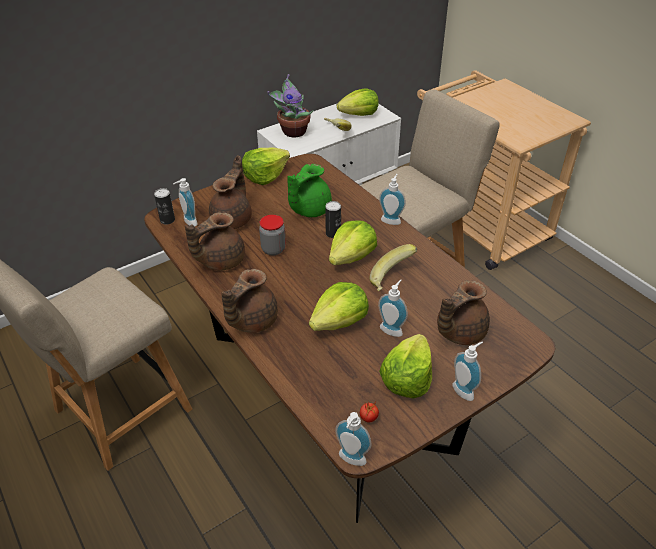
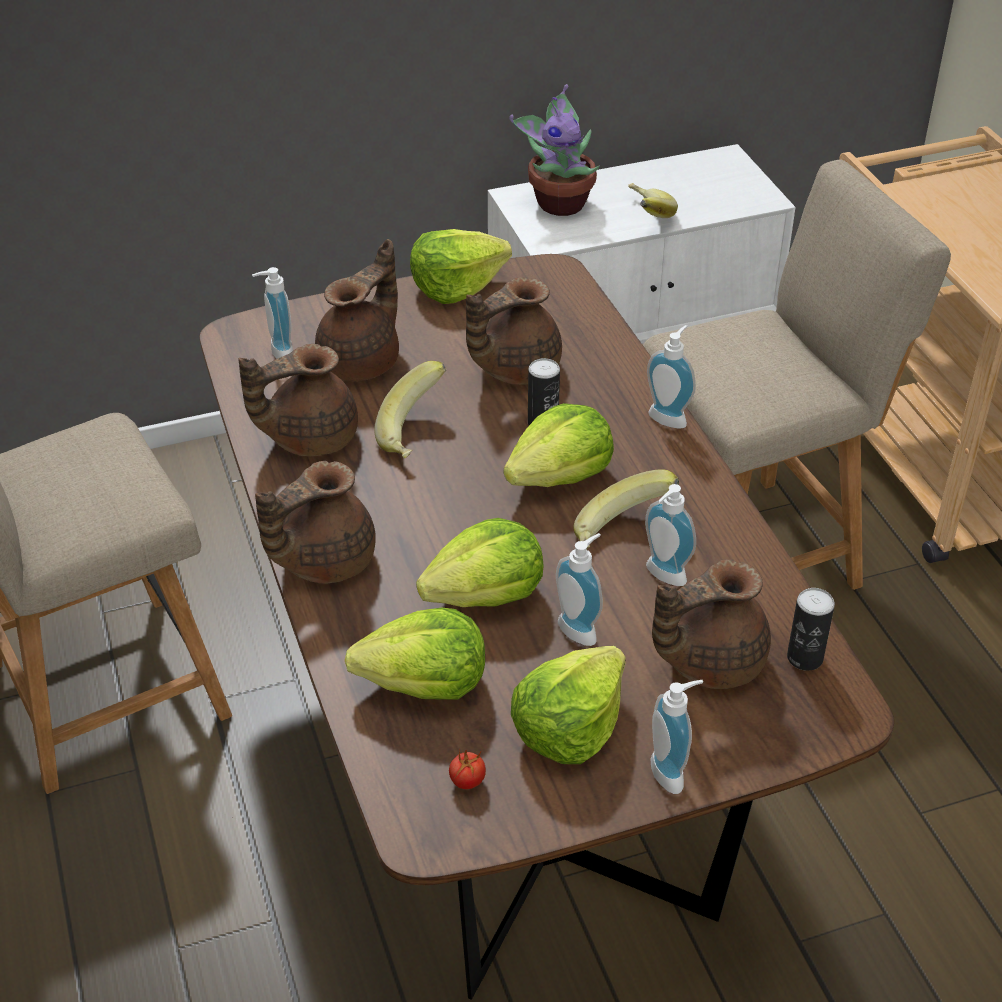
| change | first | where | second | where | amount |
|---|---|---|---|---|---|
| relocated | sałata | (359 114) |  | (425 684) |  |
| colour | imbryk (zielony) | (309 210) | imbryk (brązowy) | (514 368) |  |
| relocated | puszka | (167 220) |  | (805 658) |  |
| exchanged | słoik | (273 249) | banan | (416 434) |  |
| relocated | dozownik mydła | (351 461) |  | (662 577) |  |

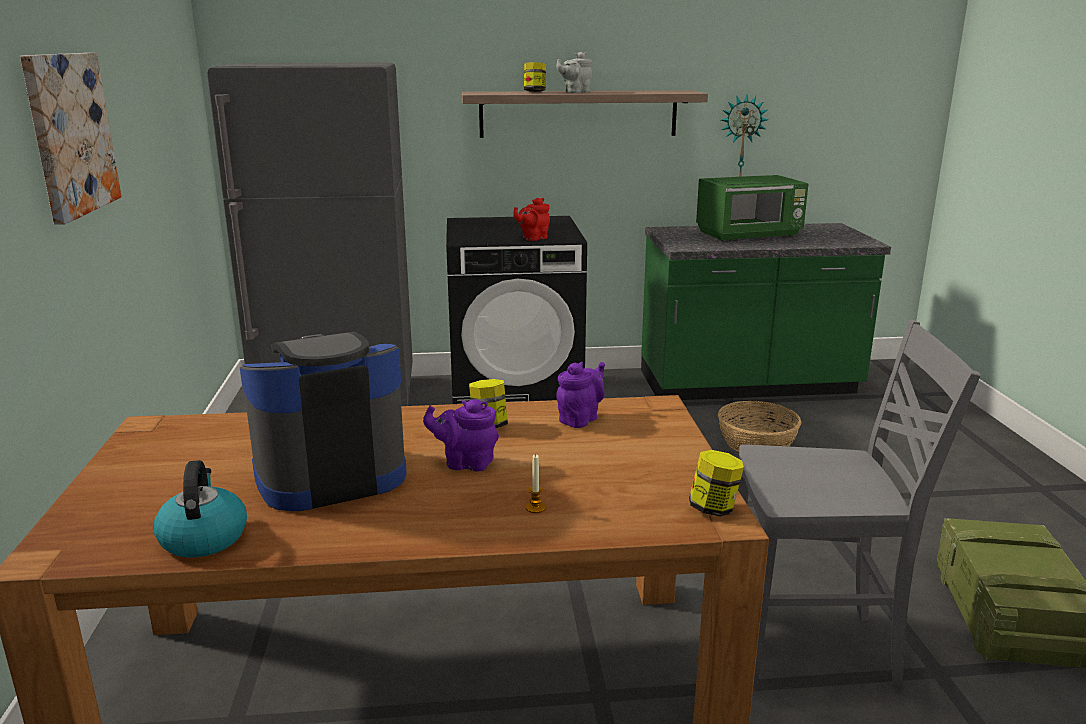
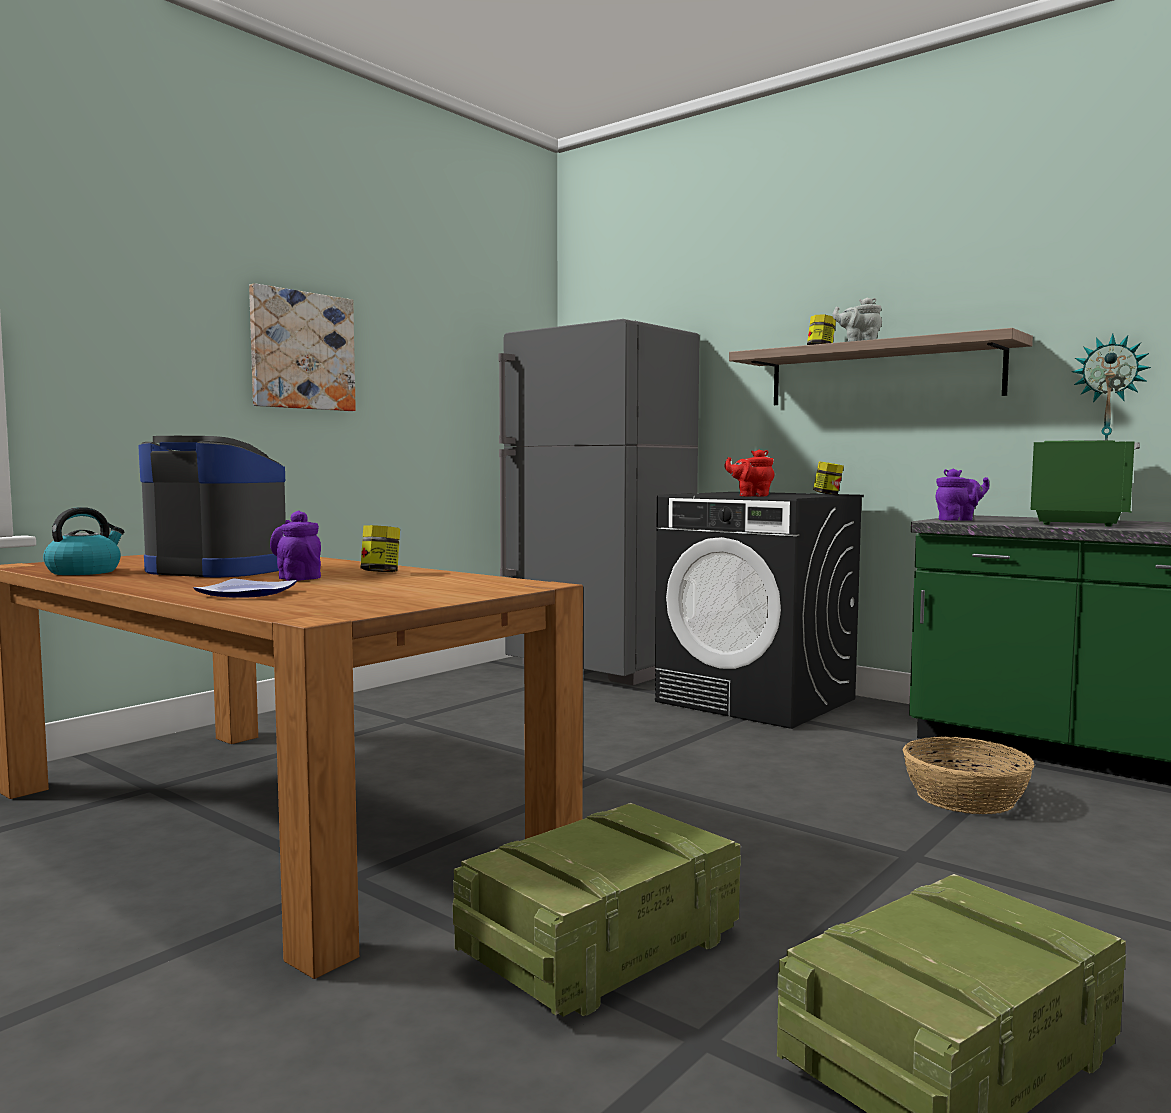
| change | first | where | second | where | amount |
|---|---|---|---|---|---|
| spun | mikrofalówka (zielony) | (749 235) |  | (1081 522) | 90 degrees counterclockwise |
| exchanged | krzesło (szary) | (812 651) | skrzynka | (599 949) |  |
| relocated | imbryk (fioletowy) | (580 419) |  | (958 520) |  |
| relocated | słoik | (713 509) |  | (827 494) |  |
| exchanged | świeca | (535 508) | talerz | (246 593) |  |

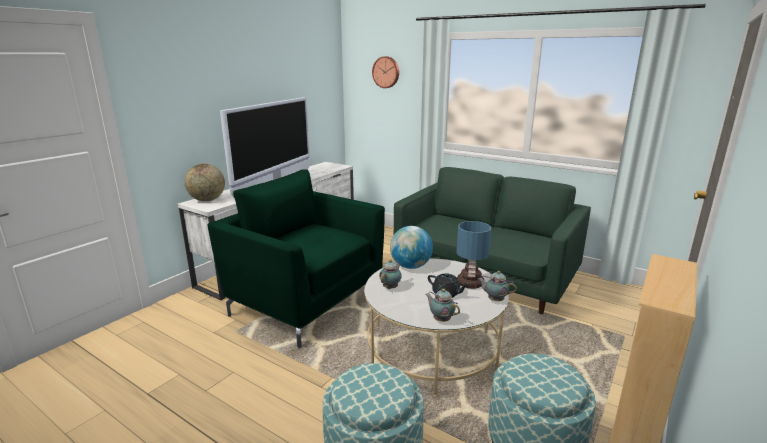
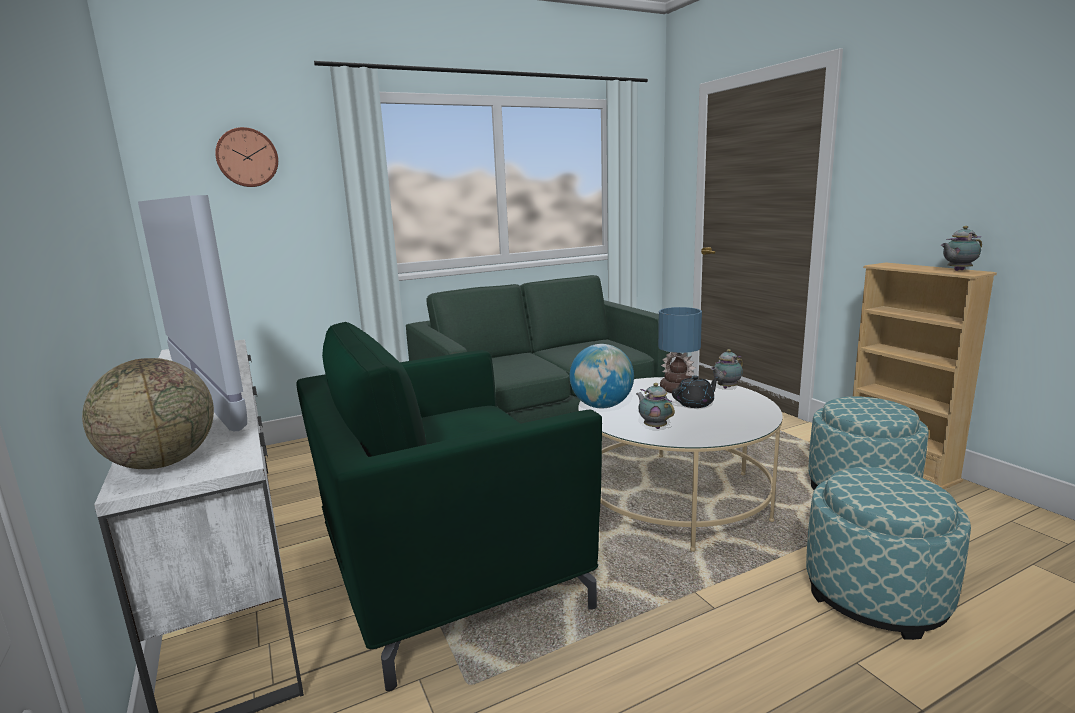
| change | first | where | second | where | amount |
|---|---|---|---|---|---|
| relocated | imbryk | (441 319) |  | (957 270) |  |

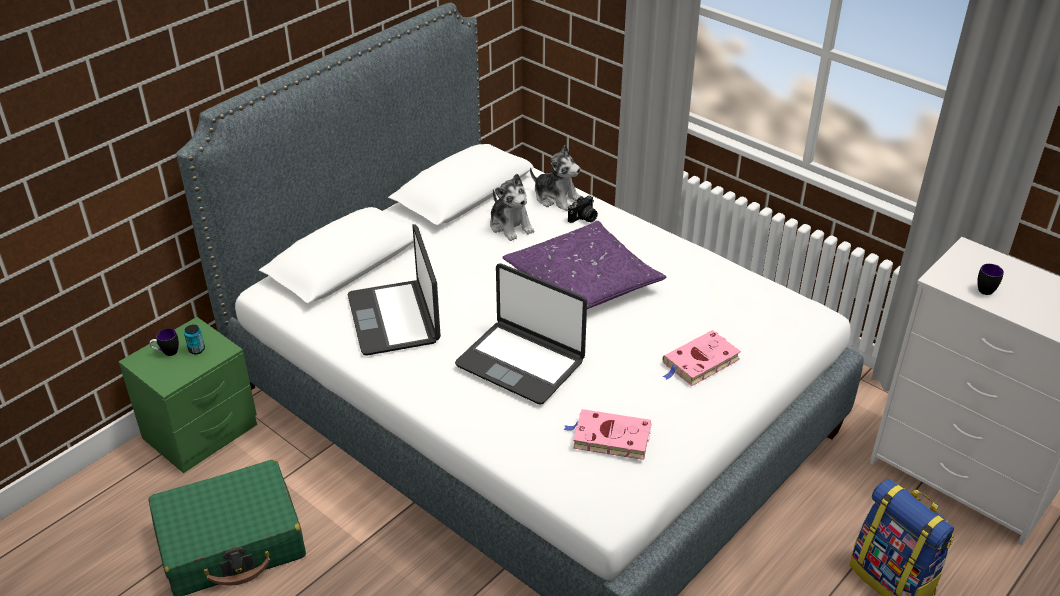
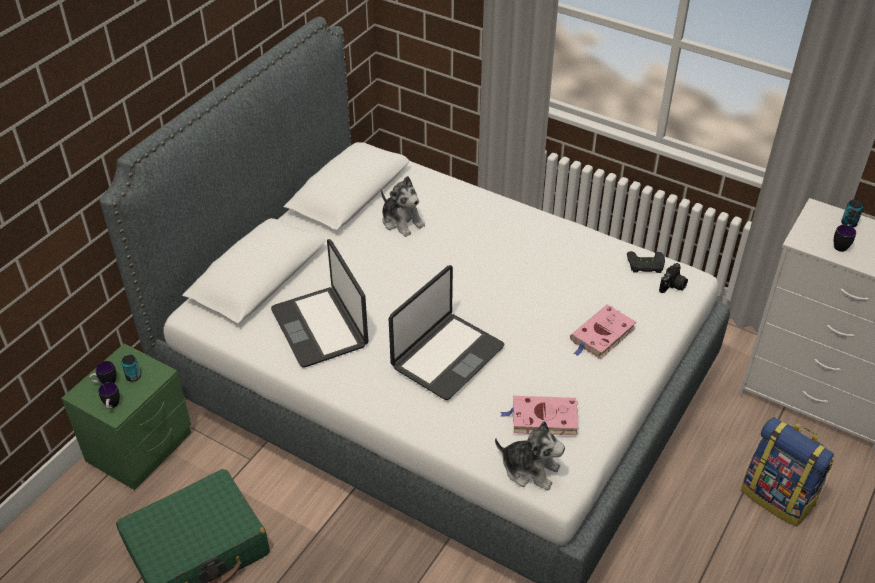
| change | first | where | second | where | amount |
|---|---|---|---|---|---|
| relocated | pluszak | (556 198) |  | (530 469) |  |
| relocated | aparat fotograficzny | (583 218) |  | (673 286) |  |
| missing | poduszka (fioletowy) | (582 282) |  |  |  |
| spun | laptop | (521 362) |  | (446 356) | 75 degrees counterclockwise |
| appeared |  |  | puszka | (848 223) |  |
| appeared |  |  | pad do gier (czarny) | (645 266) |  |
| appeared |  |  | kubek | (112 406) |  |

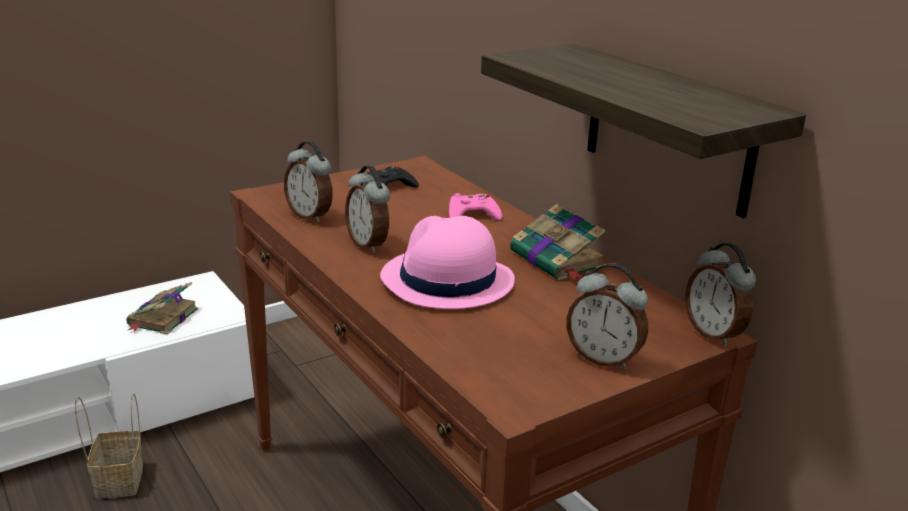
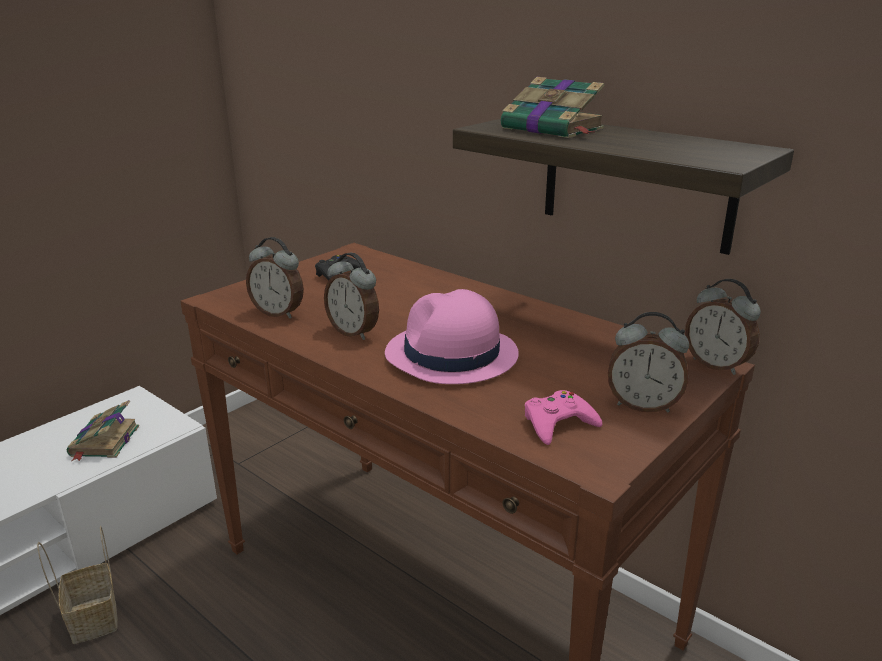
| change | first | where | second | where | amount |
|---|---|---|---|---|---|
| relocated | pad do gier (różowy) | (472 215) |  | (558 423) |  |
| relocated | książka | (558 260) |  | (553 129) |  |

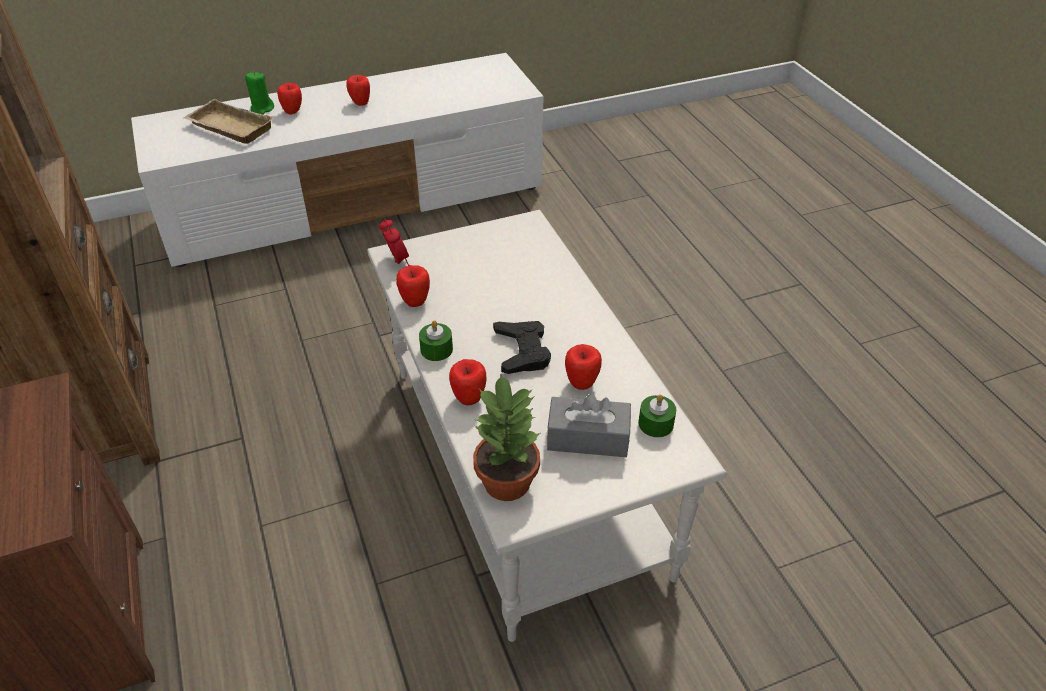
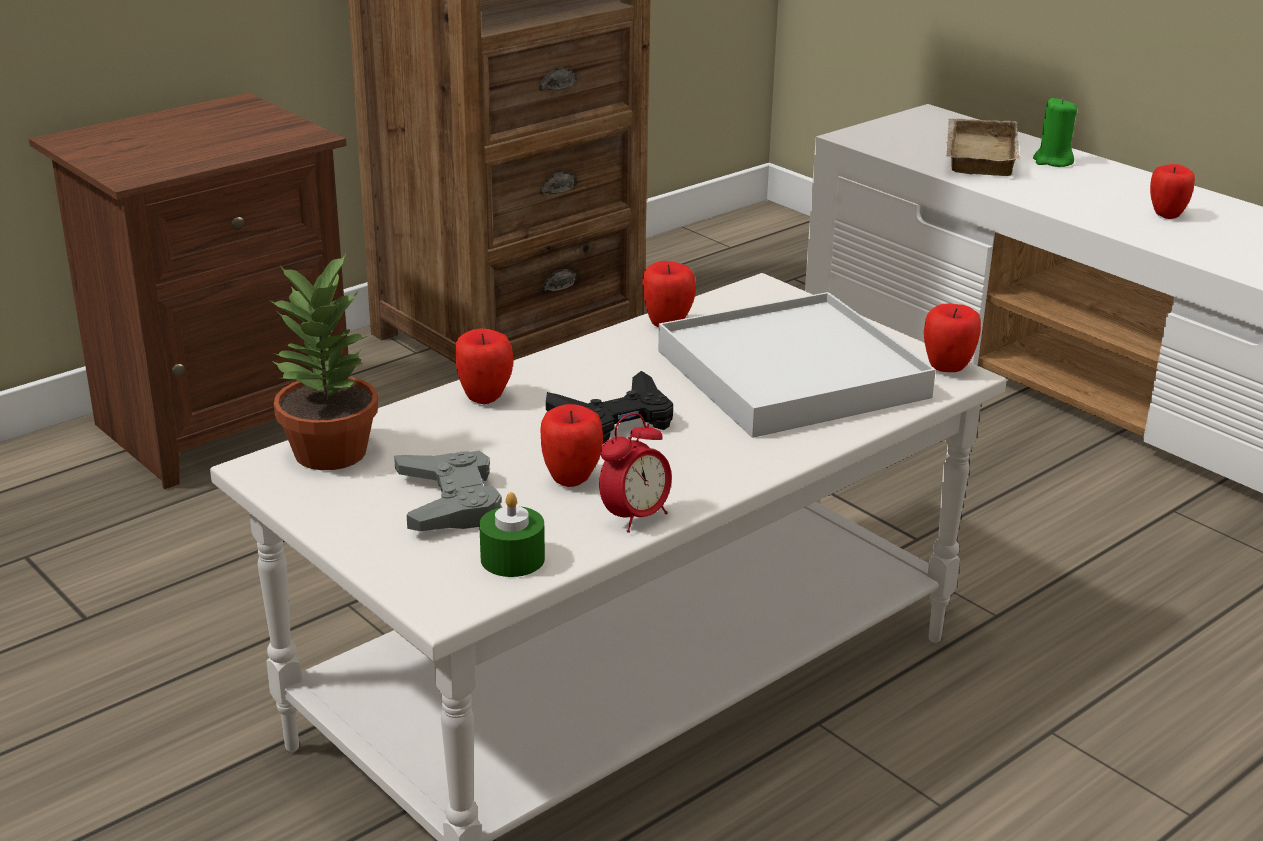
| change | first | where | second | where | amount |
|---|---|---|---|---|---|
| relocated | jabłko | (293 112) |  | (947 369) |  |
| relocated | budzik | (397 261) |  | (635 517) |  |
| missing | świeca (zielony) | (436 349) |  |  |  |
| exchanged | pudełko chusteczek (szary) | (588 438) | pad do gier (szary) | (449 502) |  |
| appeared |  |  | taca (biały) | (792 374) |  |

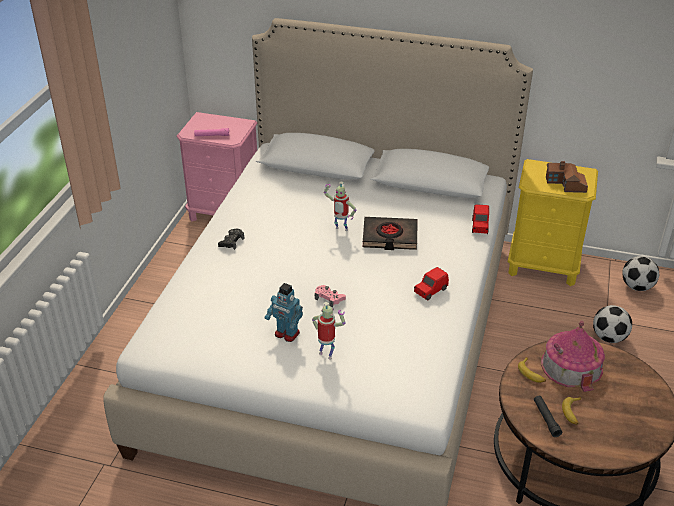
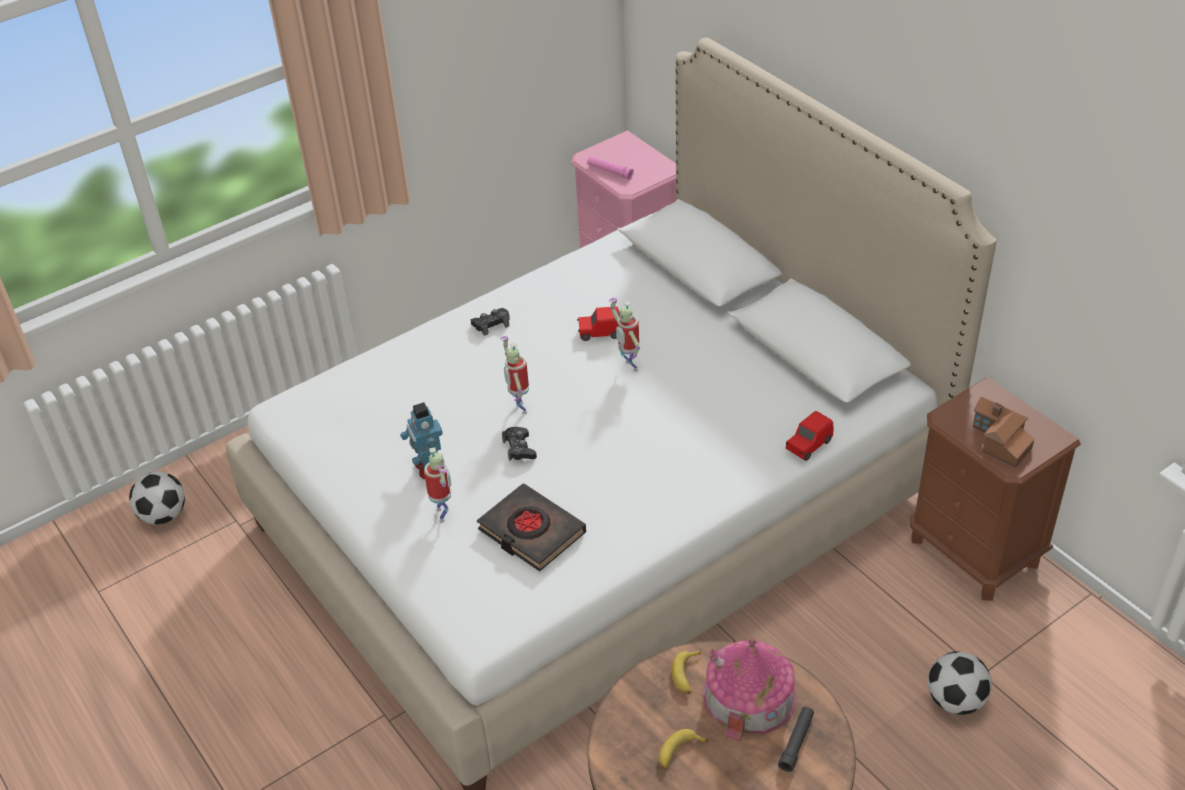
| change | first | where | second | where | amount |
|---|---|---|---|---|---|
| colour | szafka nocna (żółty) | (543 266) | szafka nocna (brązowy) | (975 552) |  |
| relocated | książka (czarny) | (389 237) |  | (531 532) |  |
| relocated | piłka futbolowa | (637 286) |  | (164 516) |  |
| relocated | samochodzik (czerwony) | (430 291) |  | (599 333) |  |
| colour | pad do gier (różowy) | (329 298) | pad do gier (czarny) | (519 448) |  |
| relocated | latarka (czarny) | (546 419) |  | (796 742) |  |
| appeared |  |  | robot zabawkowy | (519 408) |  |

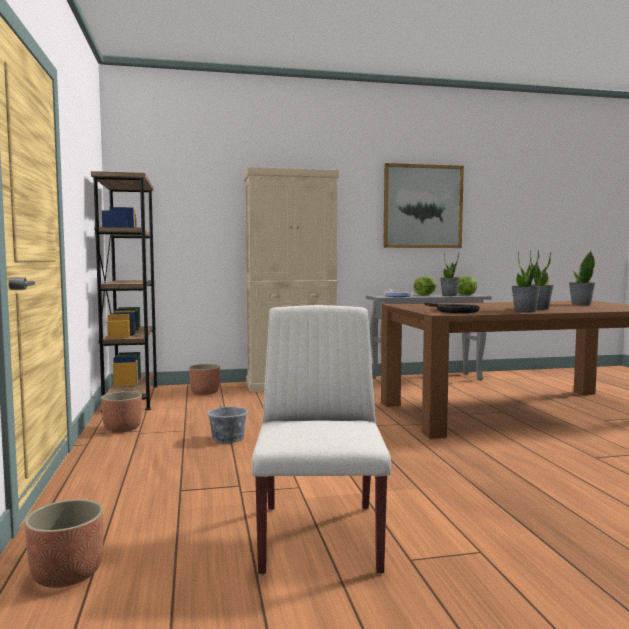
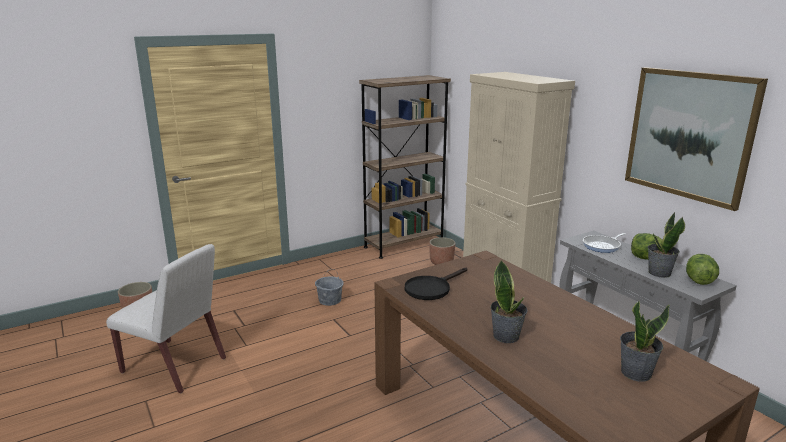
| change | first | where | second | where | amount |
|---|---|---|---|---|---|
| missing | roślina doniczkowa | (525 311) |  |  |  |
| spun | krzesło (biały) | (319 536) |  | (175 366) | 45 degrees clockwise |
| missing | donica | (122 428) |  |  |  |

